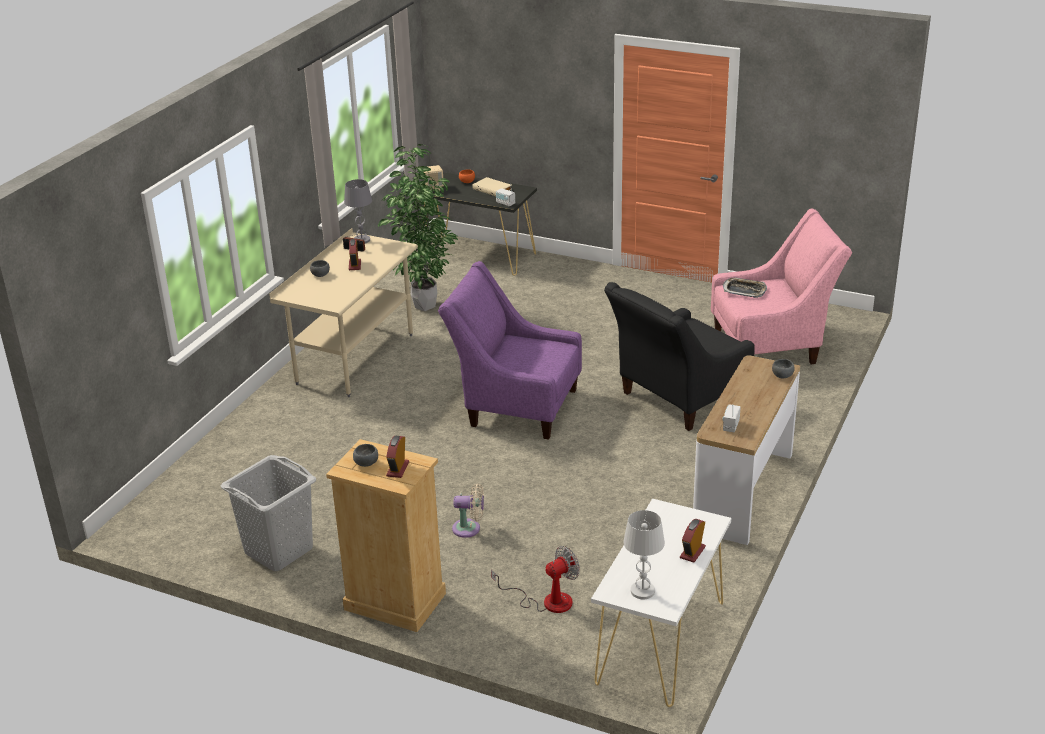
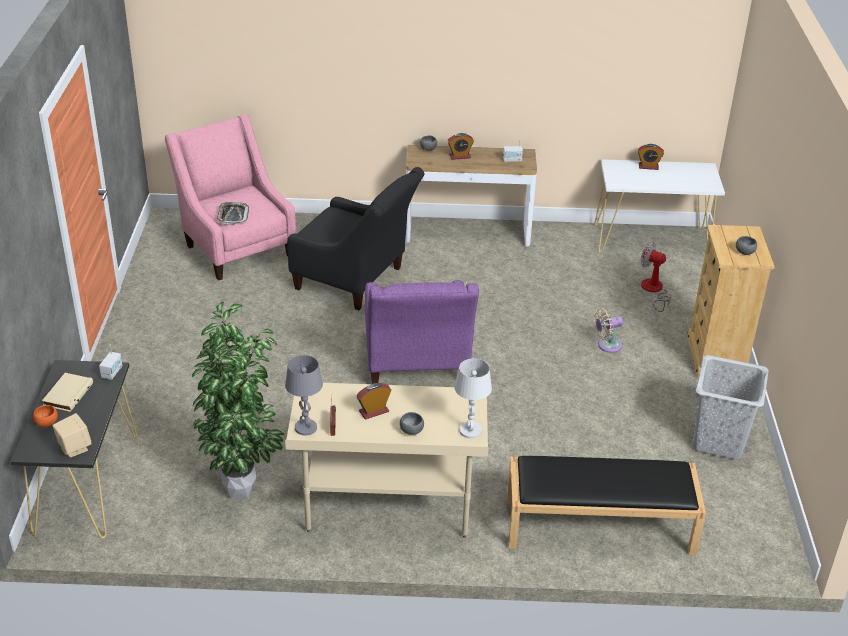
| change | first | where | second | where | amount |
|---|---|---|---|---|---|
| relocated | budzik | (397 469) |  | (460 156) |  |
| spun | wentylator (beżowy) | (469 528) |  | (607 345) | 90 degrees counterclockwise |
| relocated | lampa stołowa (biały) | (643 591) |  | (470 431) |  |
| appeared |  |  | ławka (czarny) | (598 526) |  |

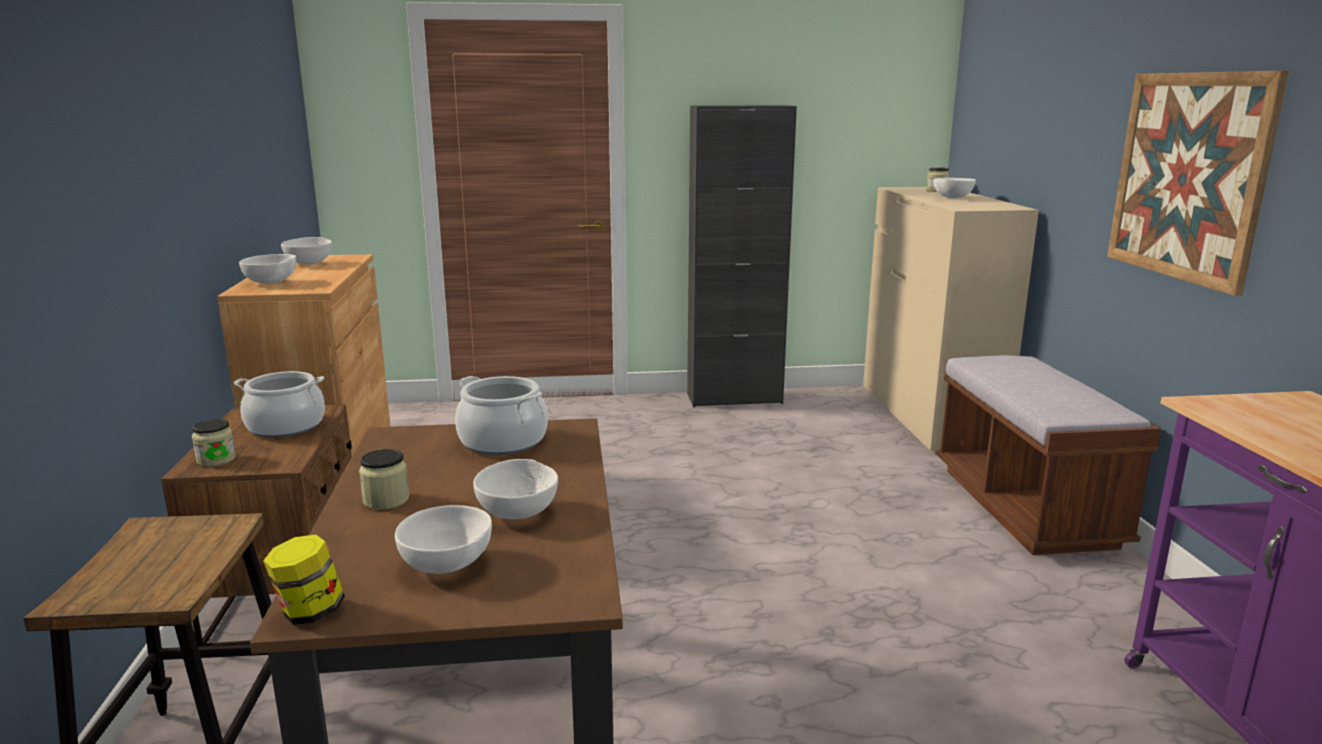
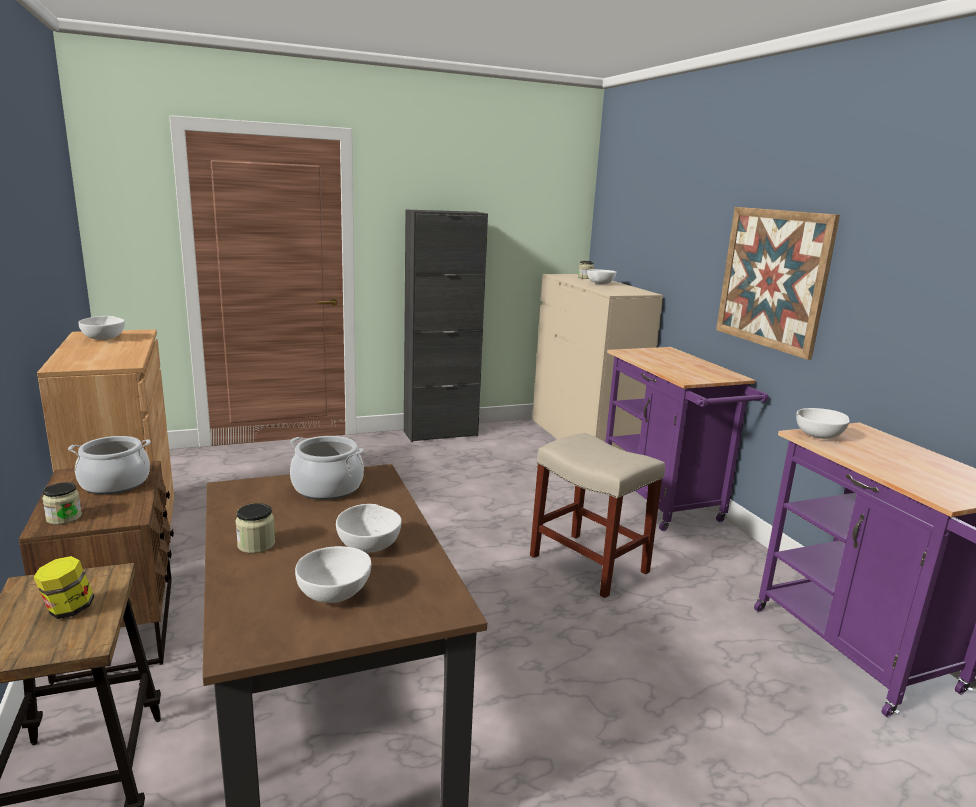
| change | first | where | second | where | amount |
|---|---|---|---|---|---|
| relocated | miska (biały) | (271 283) |  | (820 436) |  |
| exchanged | ławka (brązowy) | (1025 506) | wózek (fioletowy) | (664 504) |  |
| relocated | słoik | (309 612) |  | (68 610) |  |
| appeared |  |  | stołek (beżowy) | (590 564) |  |

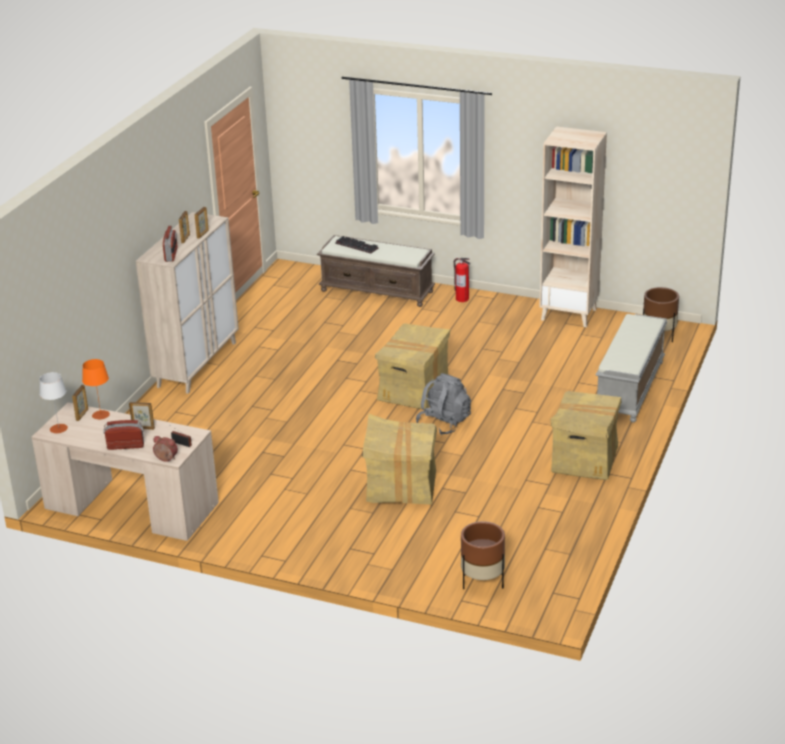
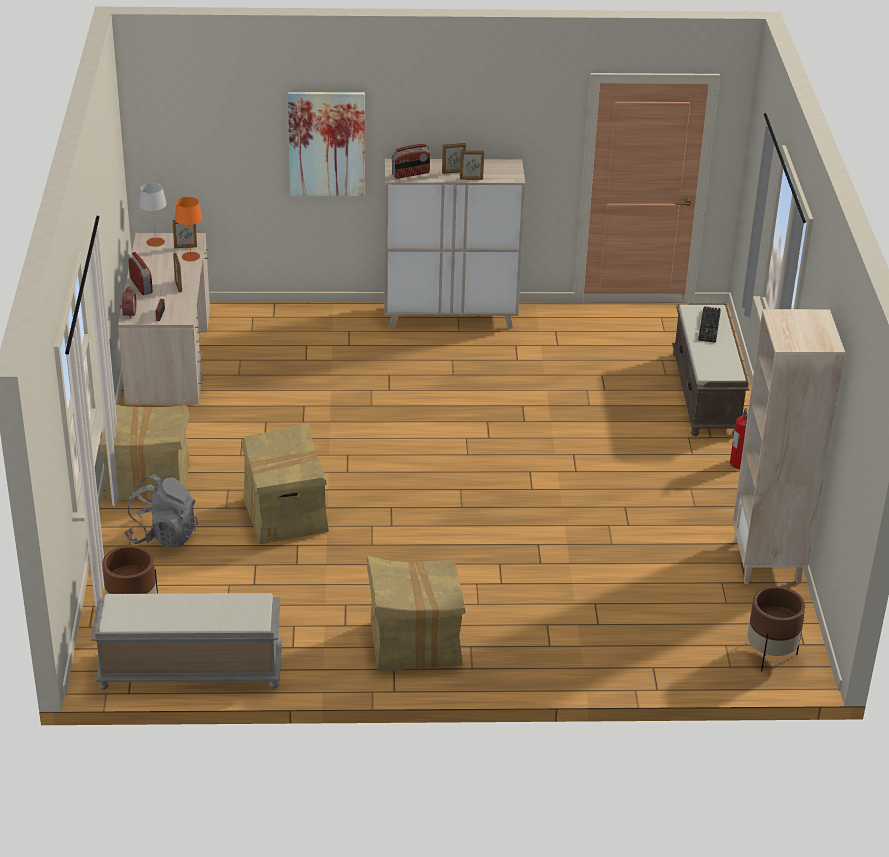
| change | first | where | second | where | amount |
|---|---|---|---|---|---|
| relocated | ławka (szary) | (630 389) |  | (189 670) |  |
| relocated | karton | (413 391) |  | (149 481) |  |
| relocated | plecak (szary) | (444 423) |  | (163 535) |  |
| appeared |  |  | obraz | (327 143) |  |

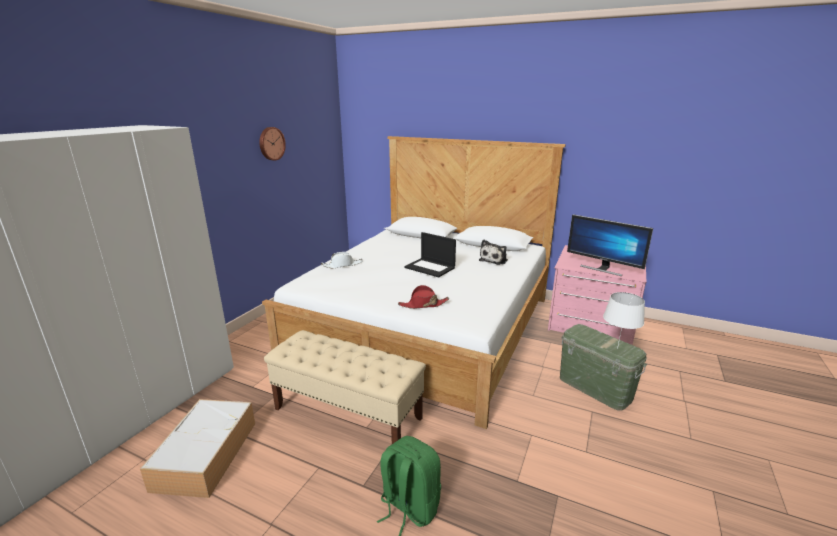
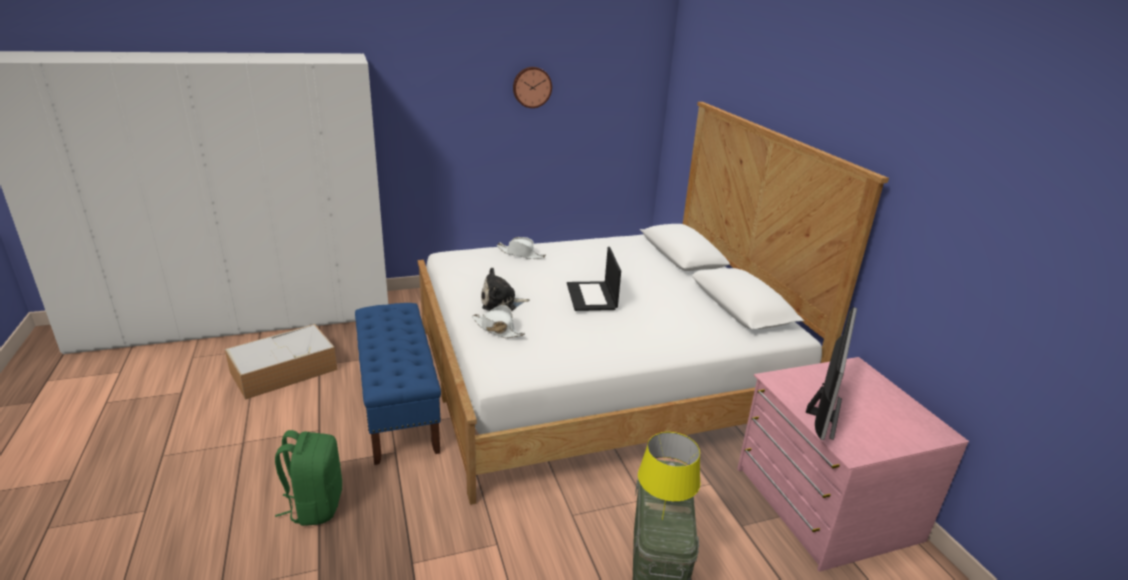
| change | first | where | second | where | amount |
|---|---|---|---|---|---|
| spun | monitor | (602 269) |  | (823 414) | 150 degrees counterclockwise |
| relocated | pluszak | (494 260) |  | (501 303) |  |
| colour | kapelusz (czerwony) | (423 305) | kapelusz (biały) | (497 329) |  |
| colour | lampa stołowa (biały) | (617 348) | lampa stołowa (żółty) | (662 519) |  |
| colour | ławka (beżowy) | (348 413) | ławka (niebieski) | (399 407) |  |

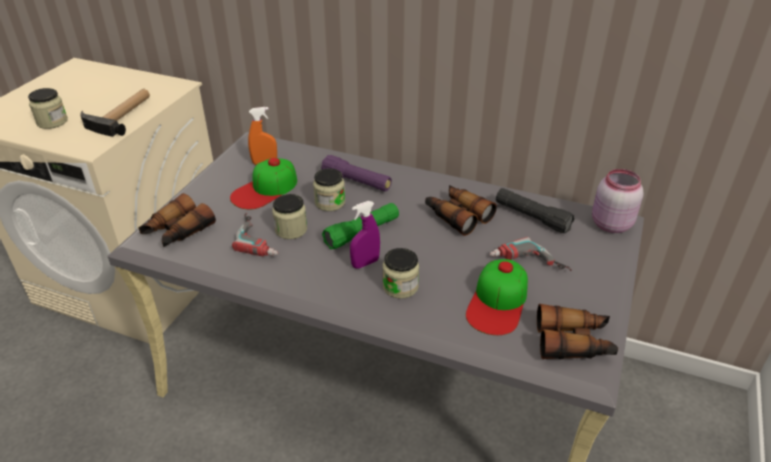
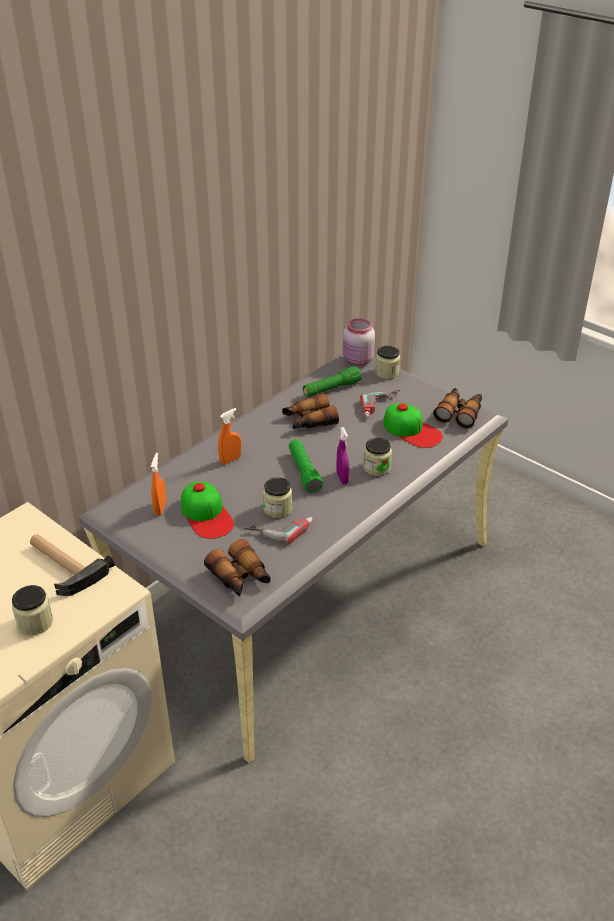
| change | first | where | second | where | amount |
|---|---|---|---|---|---|
| exchanged | latarka (fioletowy) | (356 182) | spryskiwacz (pomarańczowy) | (230 459) |  |
| relocated | słoik | (330 202) |  | (387 372) |  |
| colour | latarka (czarny) | (532 217) | latarka (zielony) | (331 389) |  |

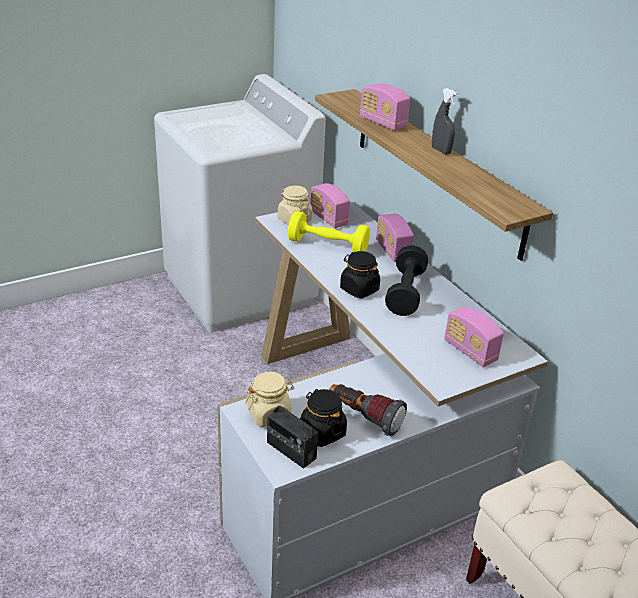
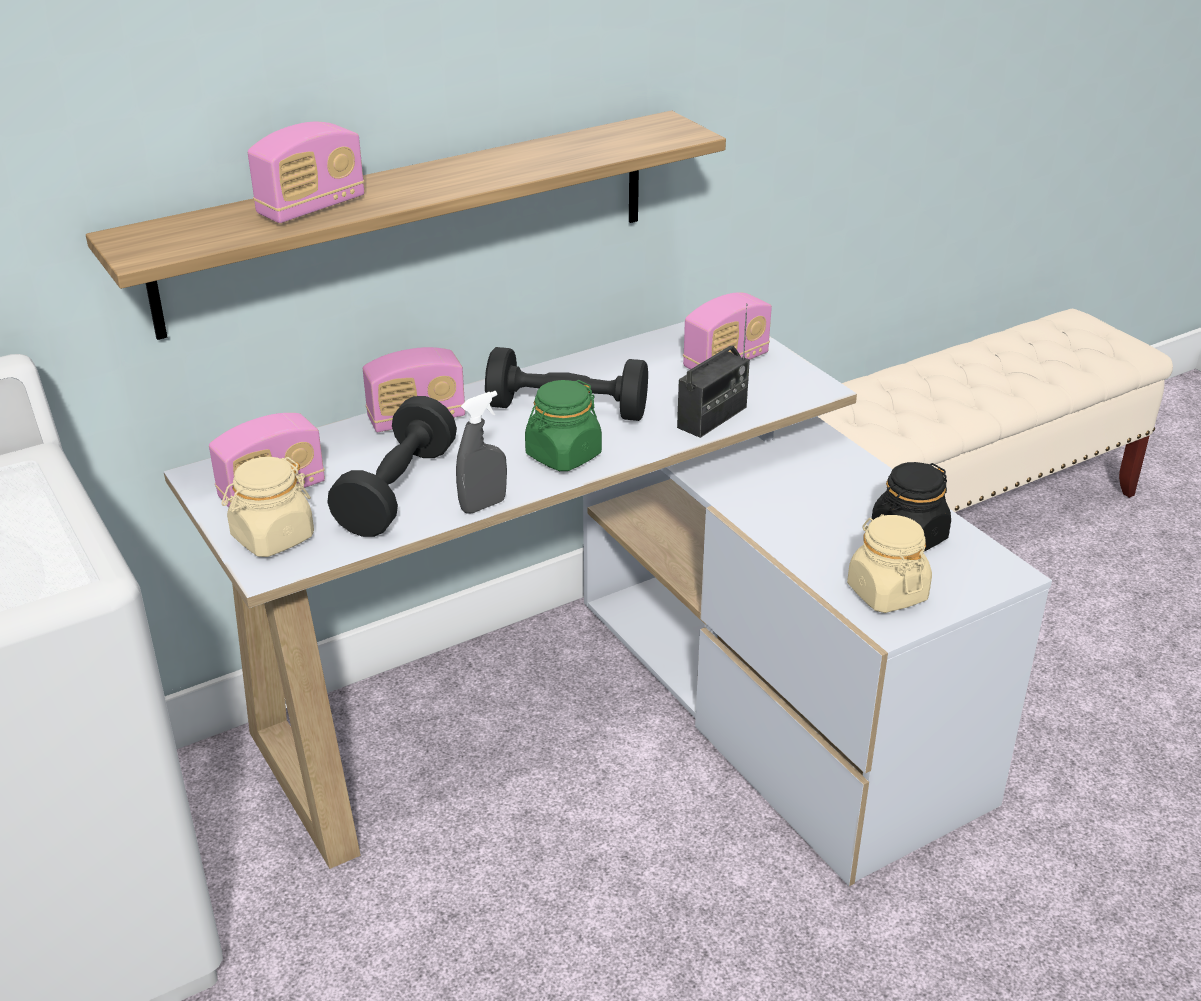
| change | first | where | second | where | amount |
|---|---|---|---|---|---|
| relocated | spryskiwacz (szary) | (441 151) |  | (483 505) |  |
| colour | hantel (żółty) | (327 246) | hantel (czarny) | (397 491) |  |
| colour | słoik (czarny) | (359 289) | słoik (zielony) | (563 455) |  |
| missing | latarka | (364 418) |  |  |  |
| relocated | radio | (291 450) |  | (712 417) |  |

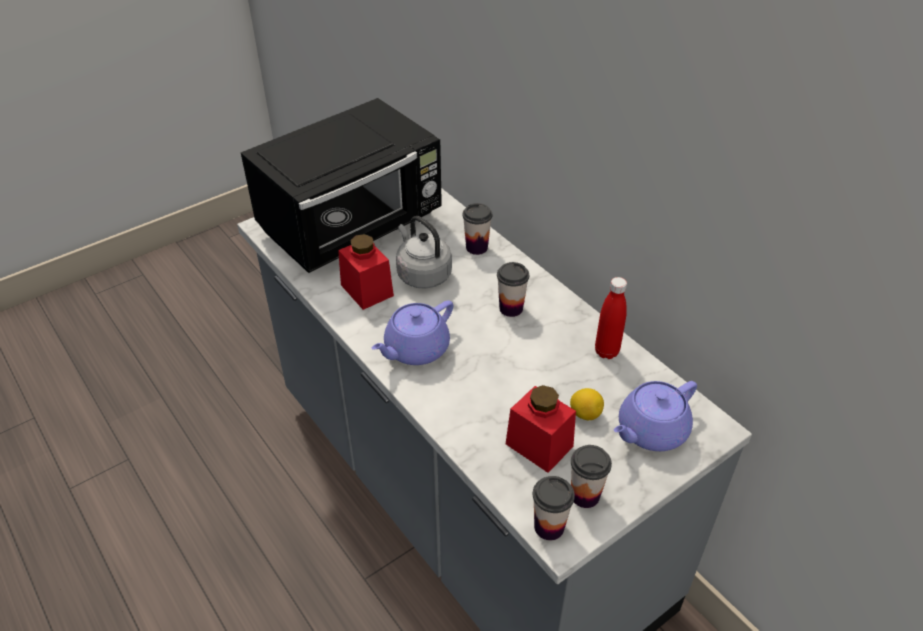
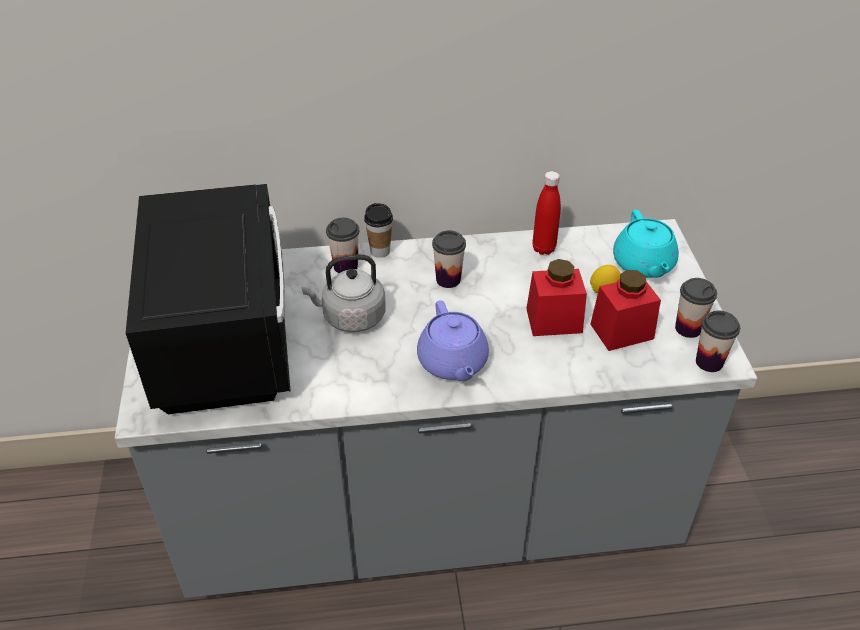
| change | first | where | second | where | amount |
|---|---|---|---|---|---|
| relocated | słoik (czerwony) | (367 290) |  | (554 320) |  |
| colour | imbryk (fioletowy) | (650 431) | imbryk (turkusowy) | (643 265) |  |
| appeared |  |  | filiżanka | (380 251) |  |

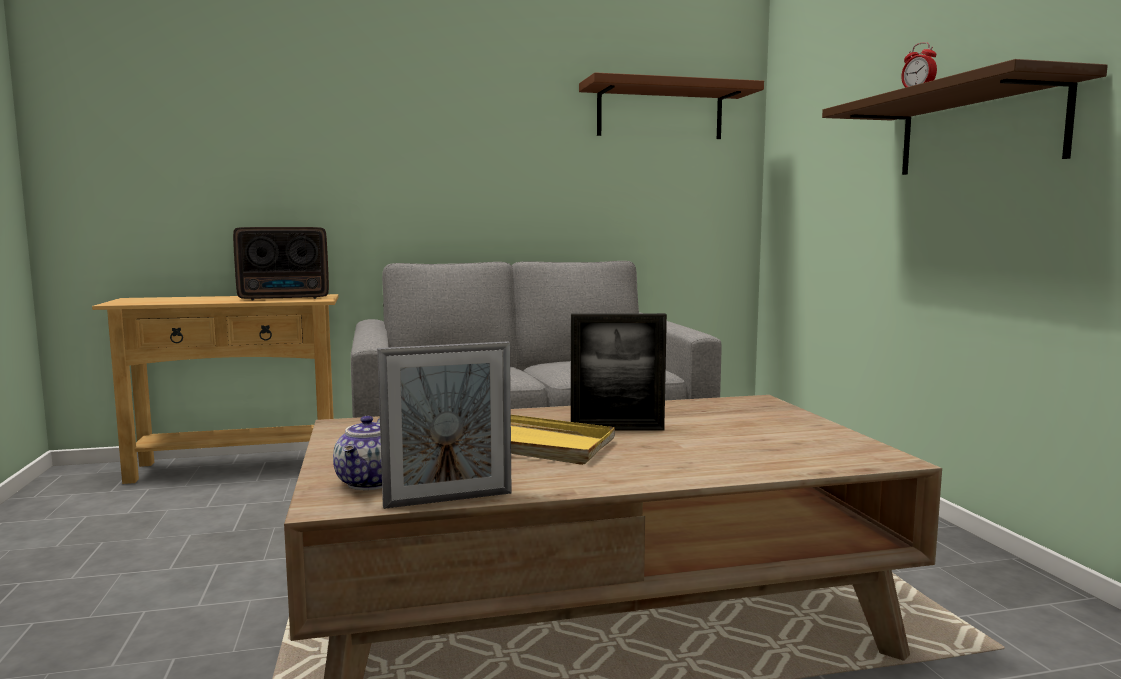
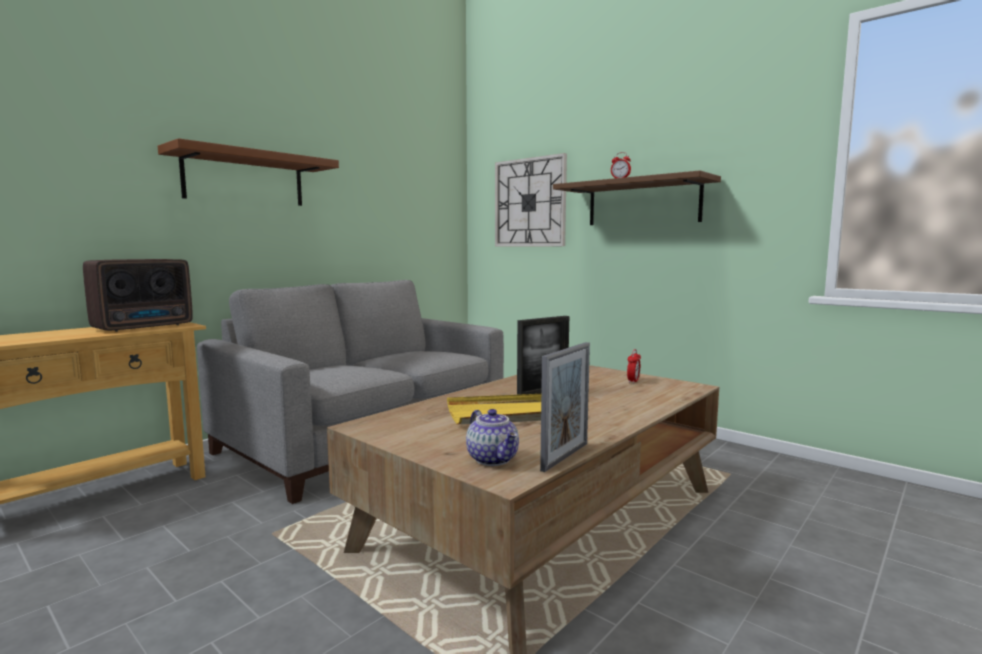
| change | first | where | second | where | amount |
|---|---|---|---|---|---|
| relocated | półka (brązowy) | (660 112) |  | (245 179) |  |
| appeared |  |  | zegar ścienny | (529 202) |  |
| appeared |  |  | budzik | (633 381) |  |

